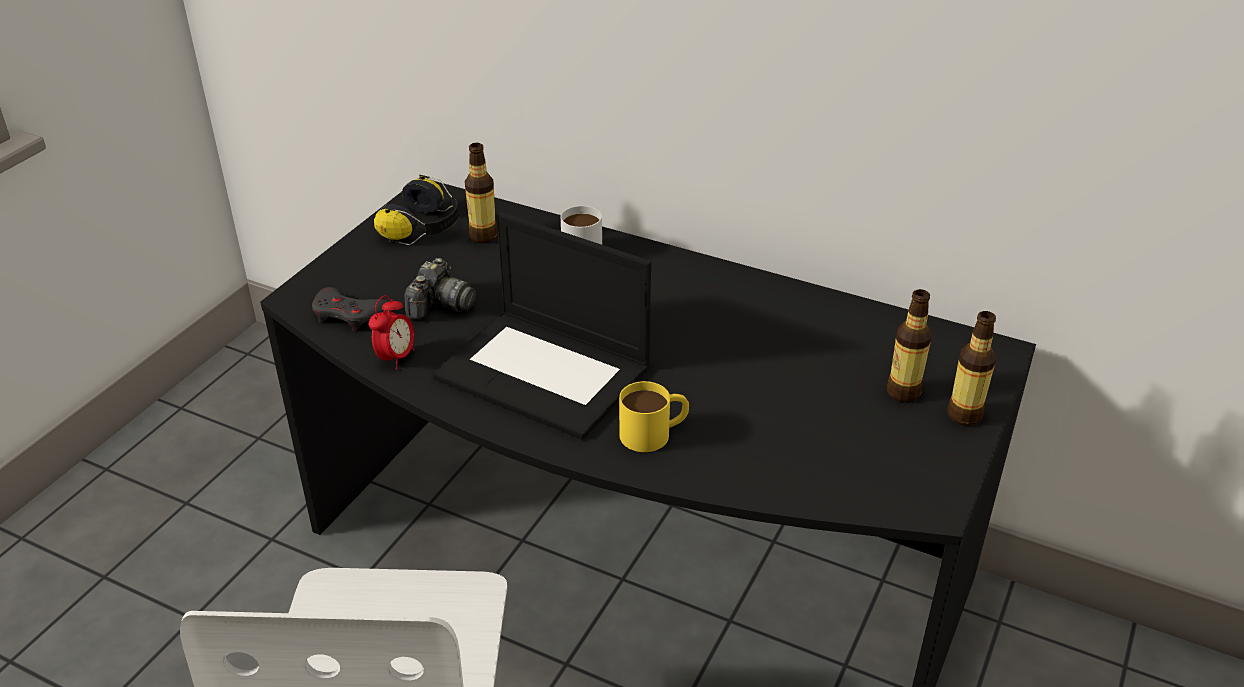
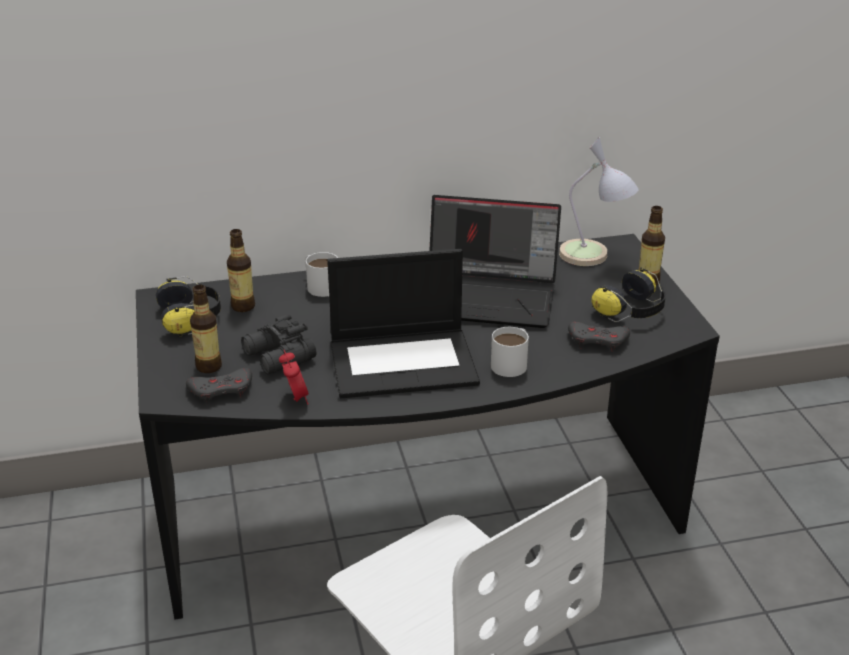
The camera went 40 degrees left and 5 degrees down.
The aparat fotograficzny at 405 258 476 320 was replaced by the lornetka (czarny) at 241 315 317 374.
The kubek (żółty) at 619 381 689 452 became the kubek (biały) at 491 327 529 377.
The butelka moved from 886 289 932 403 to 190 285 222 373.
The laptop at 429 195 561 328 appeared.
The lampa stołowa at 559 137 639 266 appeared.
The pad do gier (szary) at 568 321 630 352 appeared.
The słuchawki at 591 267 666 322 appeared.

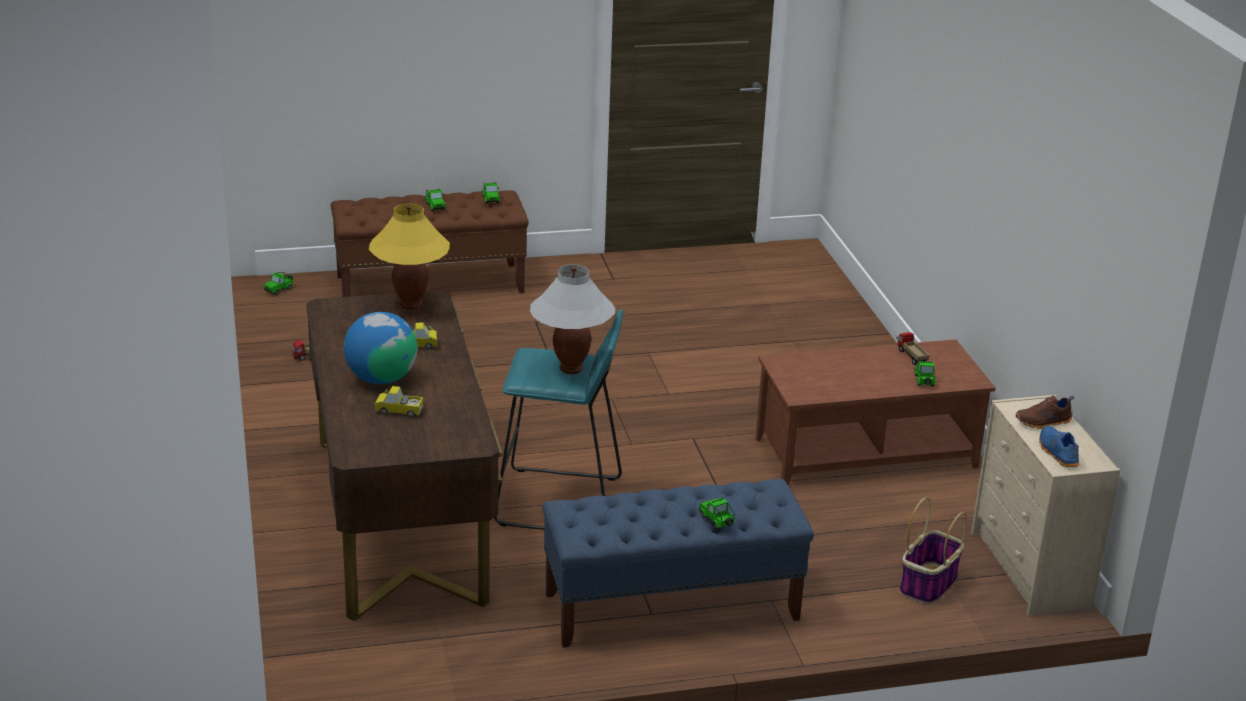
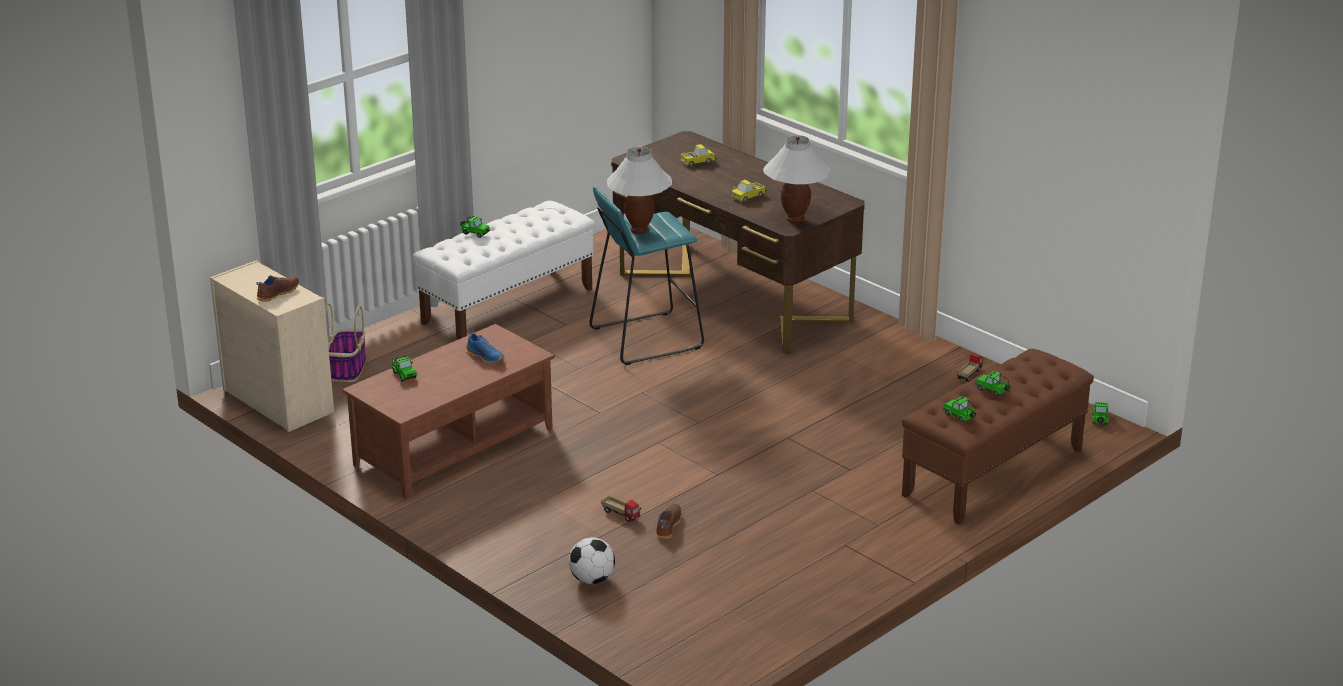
The camera went 150 degrees right and 0 degrees up.
The globus at 344 312 417 384 disappeared.
The lampa stołowa (żółty) at 368 204 450 310 became the lampa stołowa (biały) at 763 135 830 223.
The ławka (niebieski) at 542 479 814 648 became the ławka (biały) at 413 201 595 340.
The ciężarówka zabawkowa moved from 896 332 929 365 to 601 496 641 522.
The but (niebieski) moved from 1039 426 1080 467 to 466 331 504 364.
The piłka futbolowa at 569 538 615 584 appeared.
The but (brązowy) at 656 504 681 539 appeared.

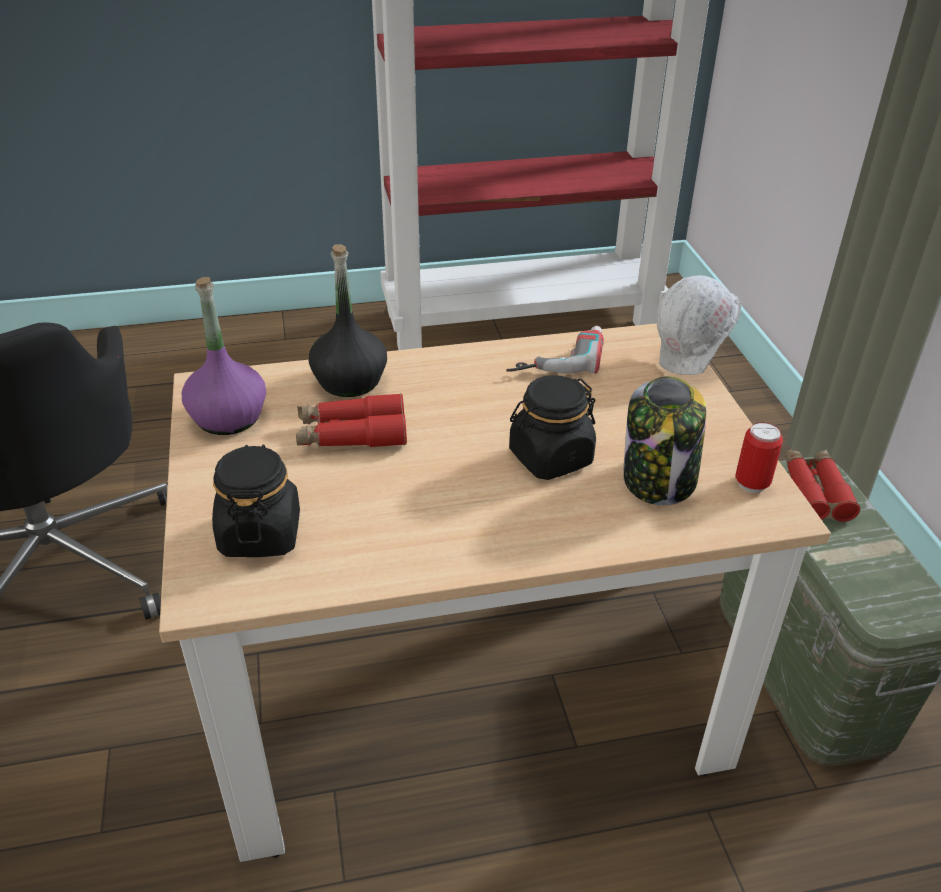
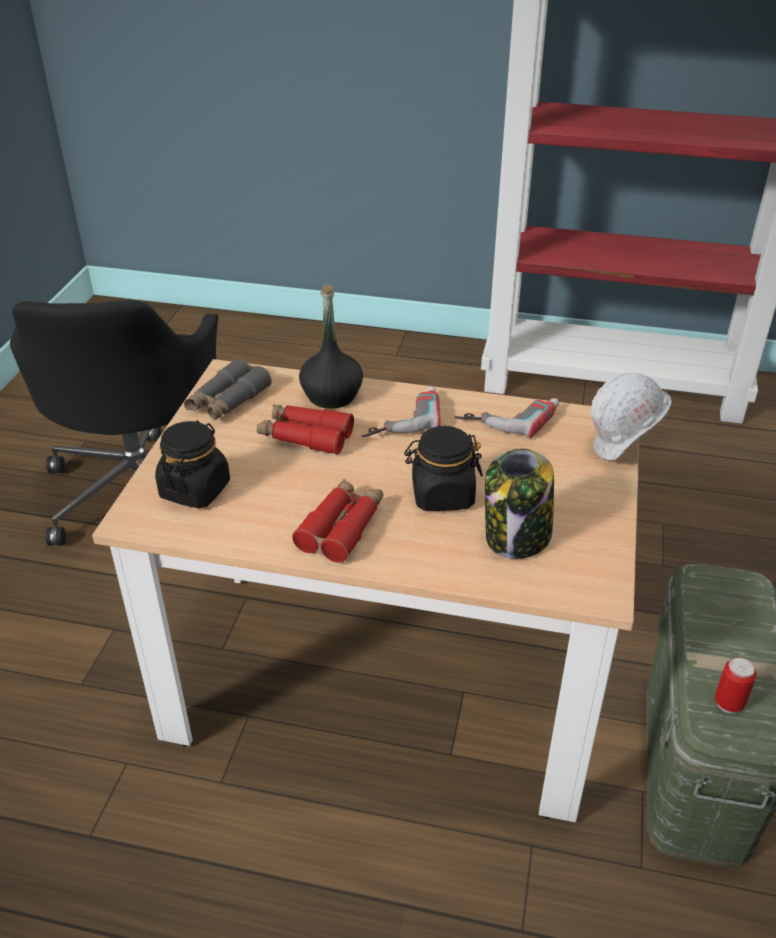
The camera went 25 degrees right and 0 degrees up.
The butelka (fioletowy) at 182 277 266 435 was replaced by the lornetka (szary) at 184 358 272 421.
The puszka moved from 735 422 783 493 to 715 657 757 713.
The lornetka (czerwony) moved from 785 449 860 522 to 292 479 384 563.
The wiertarka at 361 386 441 437 appeared.

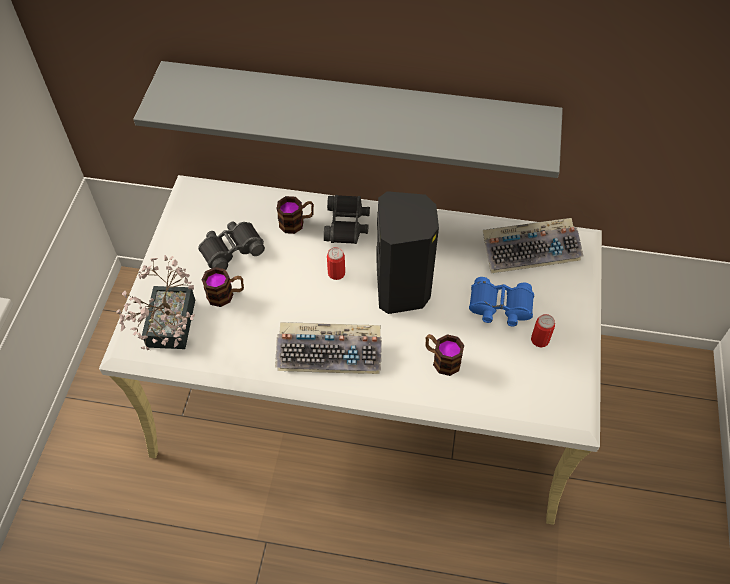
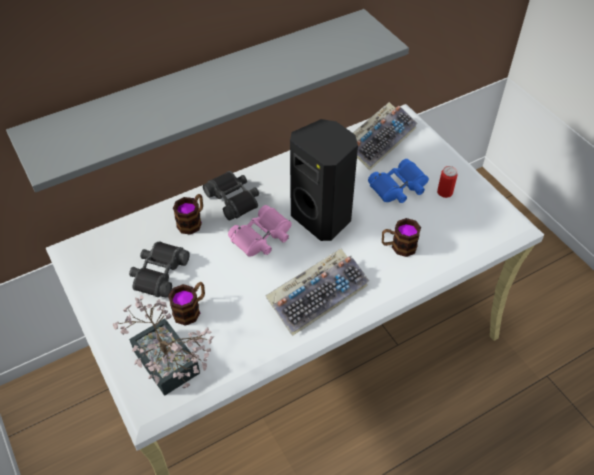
The camera went 40 degrees left and 5 degrees down.
The puszka at 327 247 345 280 was replaced by the lornetka (różowy) at 228 205 291 257.

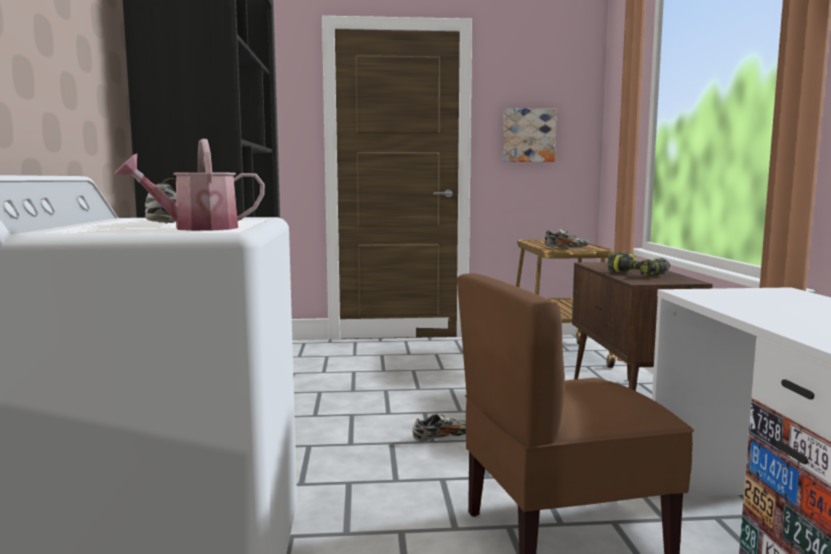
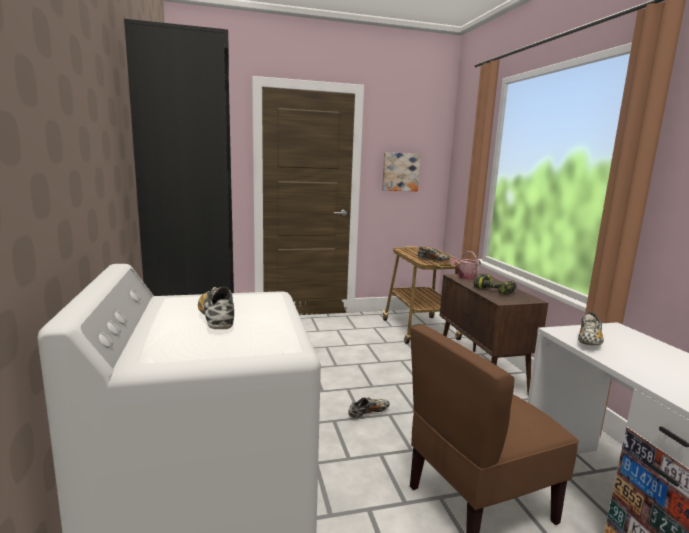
The camera went 10 degrees left and 5 degrees up.
The konewka moved from 114 139 265 231 to 450 251 481 280.
The but at 578 312 604 345 appeared.

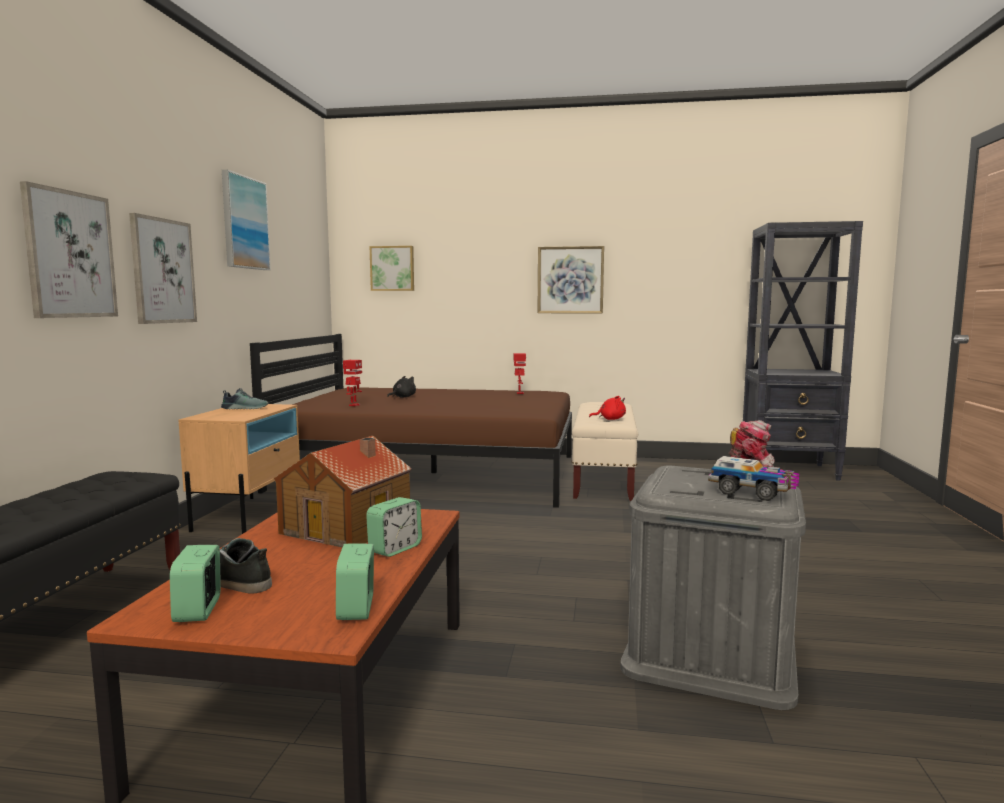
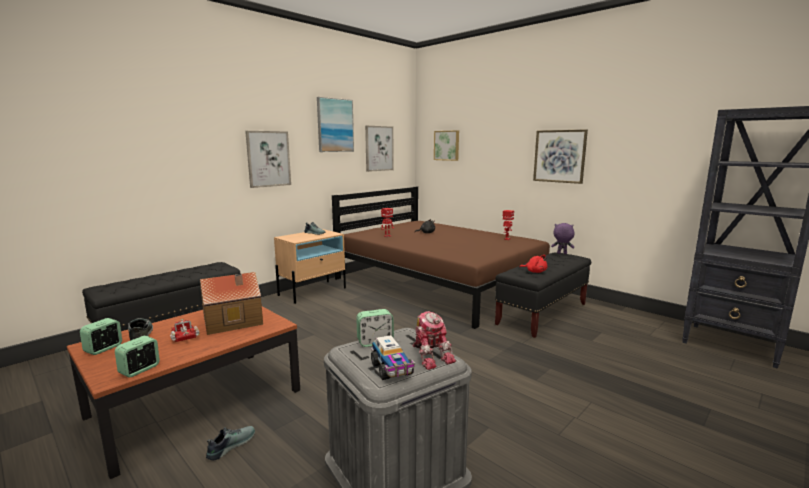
The camera went 35 degrees right and 5 degrees up.
The obraz moved from 20 181 118 318 to 365 126 394 172.
The budzik moved from 366 497 422 557 to 356 309 394 347.
The ławka (beżowy) at 572 402 638 501 became the ławka (czarny) at 495 252 591 338.
The ciężarówka zabawkowa at 170 319 200 342 appeared.
The but at 206 426 255 460 appeared.
The pluszak (fioletowy) at 551 223 575 254 appeared.

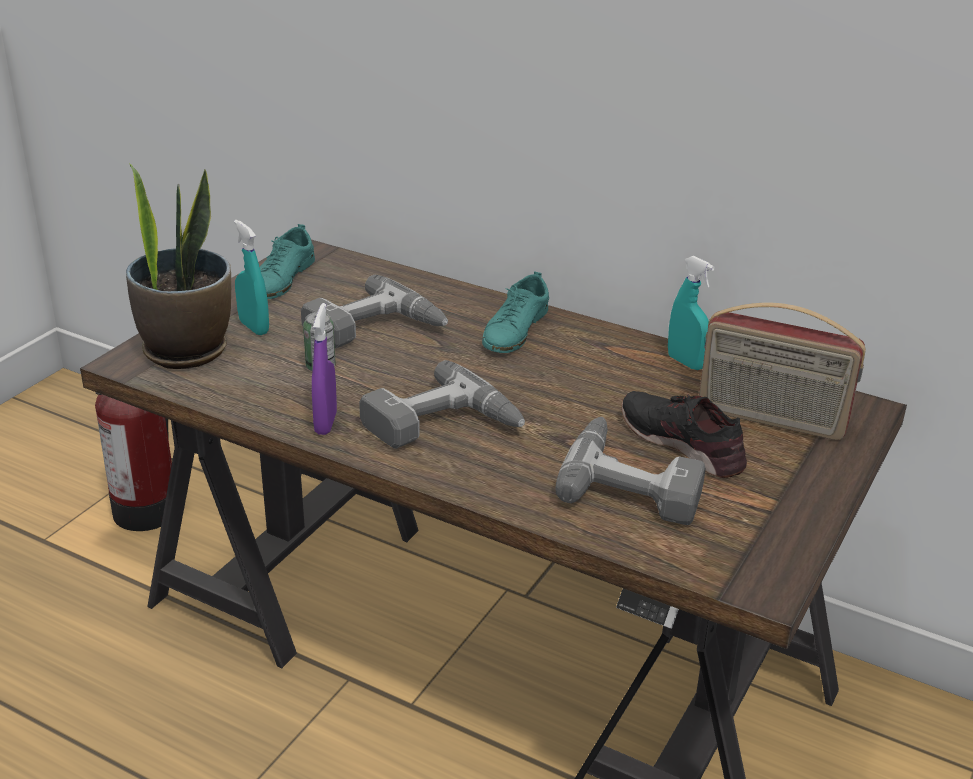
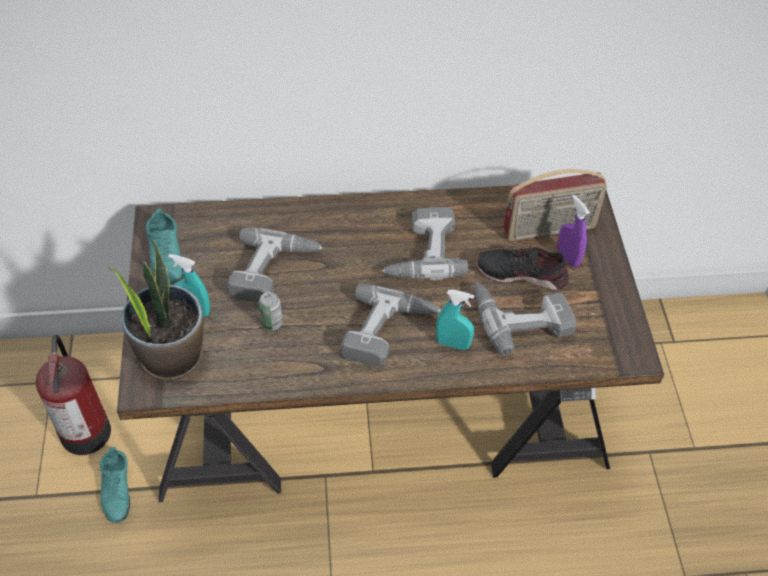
The camera went 35 degrees left and 20 degrees up.
The spryskiwacz (fioletowy) moved from 312 303 337 435 to 557 195 590 267.
The but (turkusowy) moved from 482 271 549 353 to 98 447 130 523.
The spryskiwacz (turkusowy) moved from 668 256 715 370 to 436 289 475 350.
The wiertarka at 382 207 468 280 appeared.

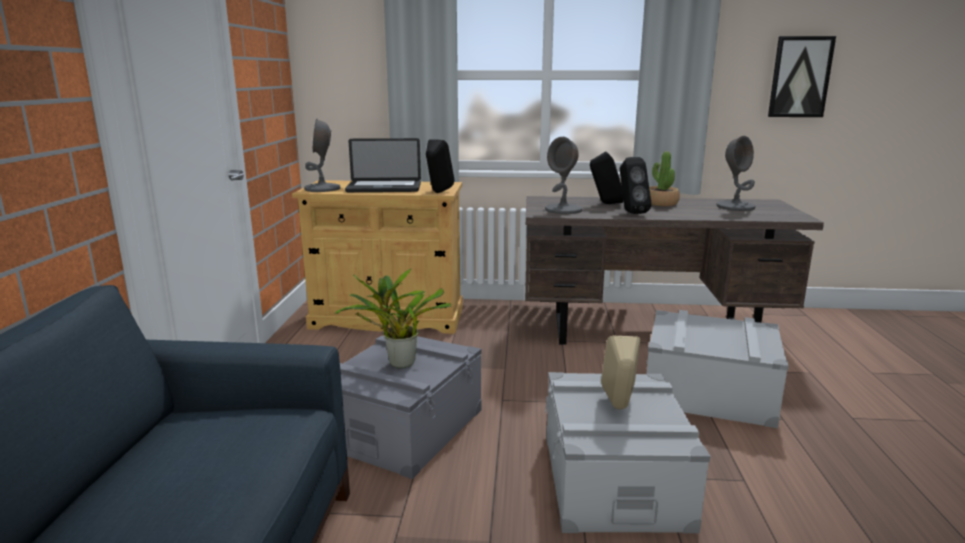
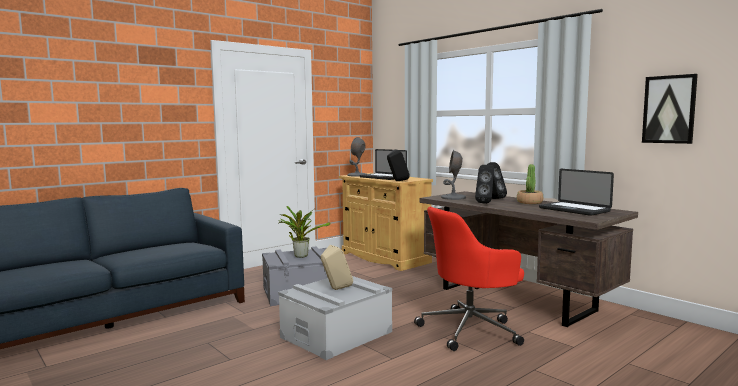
The camera went 45 degrees right and 10 degrees down.
The pojemnik do przechowywania (szary) at 646 310 789 428 was replaced by the krzesło biurowe (czerwony) at 414 207 524 351.
The lampa stołowa (szary) at 717 136 756 211 was replaced by the laptop at 539 169 614 216.

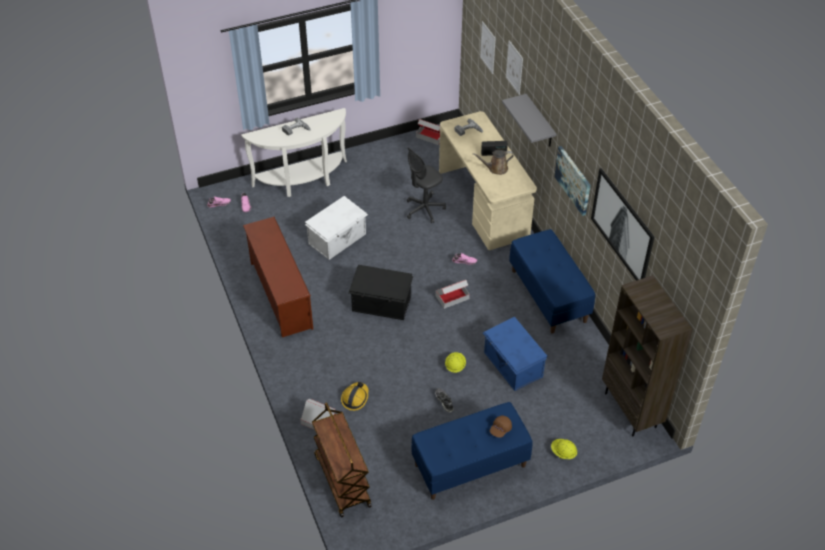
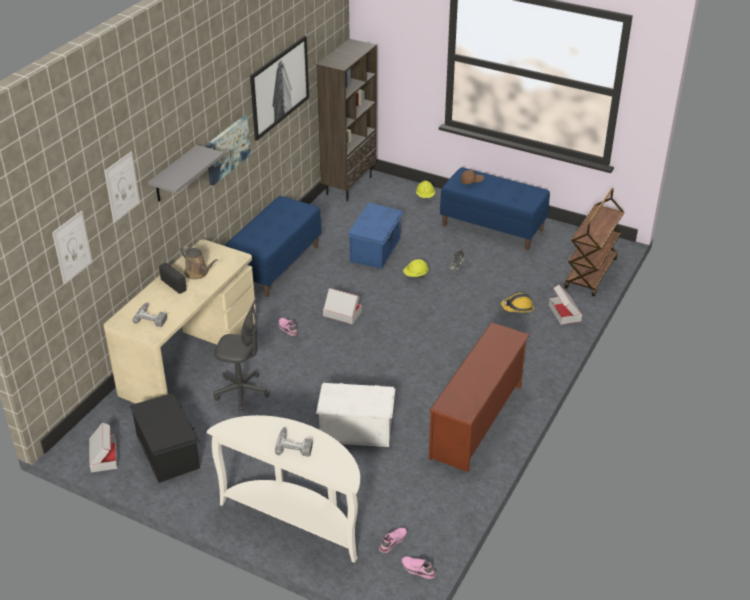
The camera went 130 degrees left and 10 degrees down.
The pojemnik do przechowywania (czarny) moved from 349 265 413 320 to 130 393 200 483.

